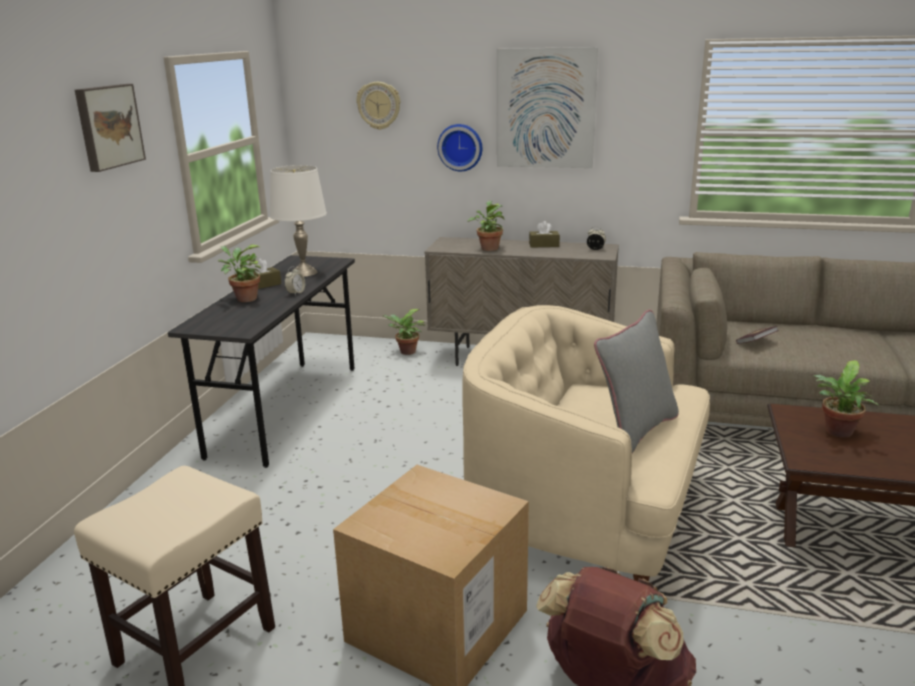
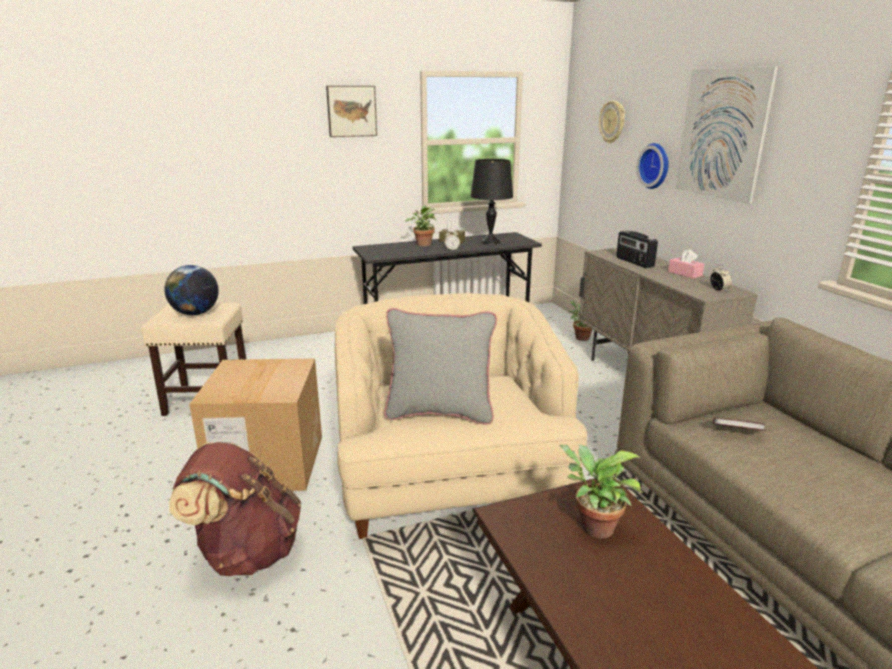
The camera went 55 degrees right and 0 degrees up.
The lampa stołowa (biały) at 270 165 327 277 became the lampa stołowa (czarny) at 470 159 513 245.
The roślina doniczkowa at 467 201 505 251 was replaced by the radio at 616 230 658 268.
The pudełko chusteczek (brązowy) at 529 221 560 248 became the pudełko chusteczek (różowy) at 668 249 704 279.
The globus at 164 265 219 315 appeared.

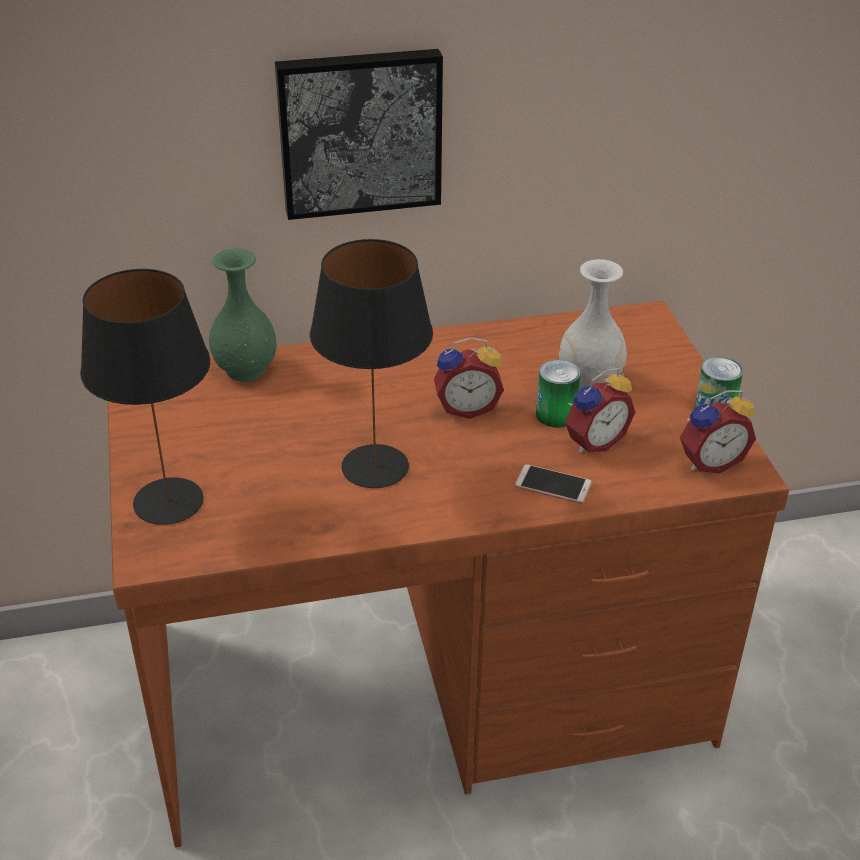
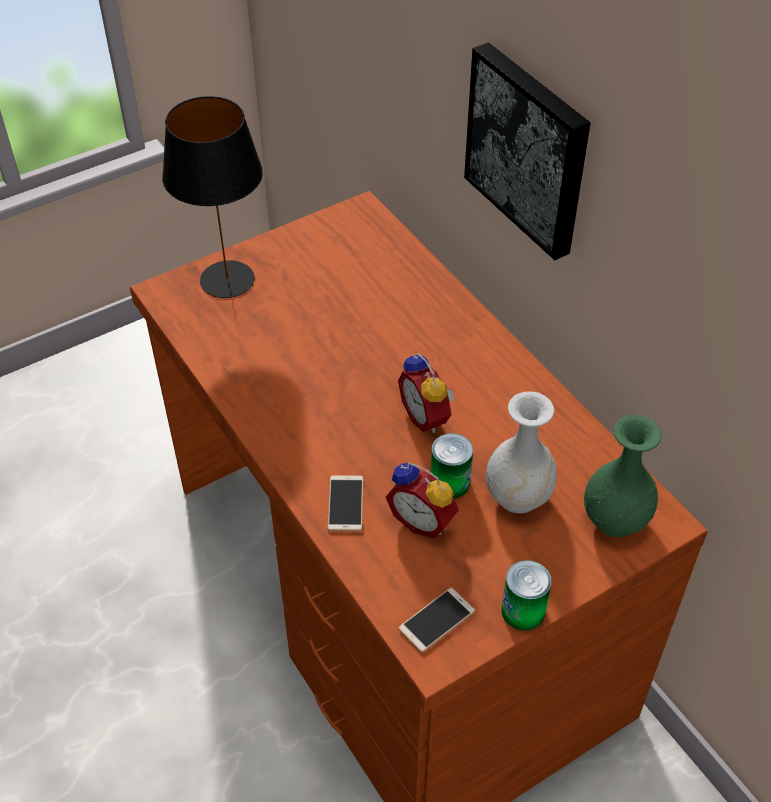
The camera went 70 degrees right and 10 degrees up.
The wazon (zielony) moved from 209 248 277 382 to 584 415 661 537.
The lampa stołowa (czarny) at 310 239 433 488 disappeared.
The budzik at 680 390 756 474 was replaced by the telefon at 398 587 475 653.

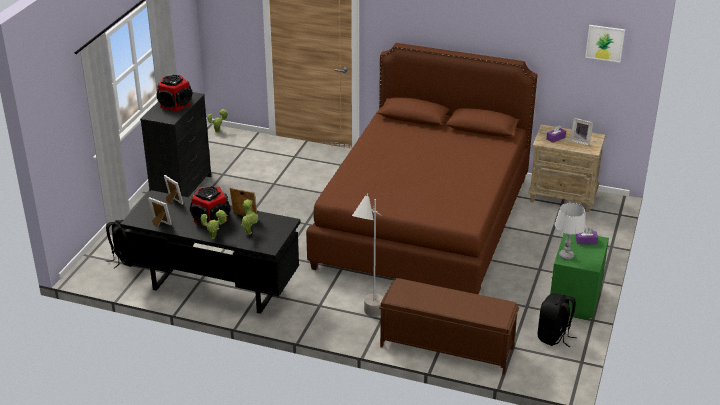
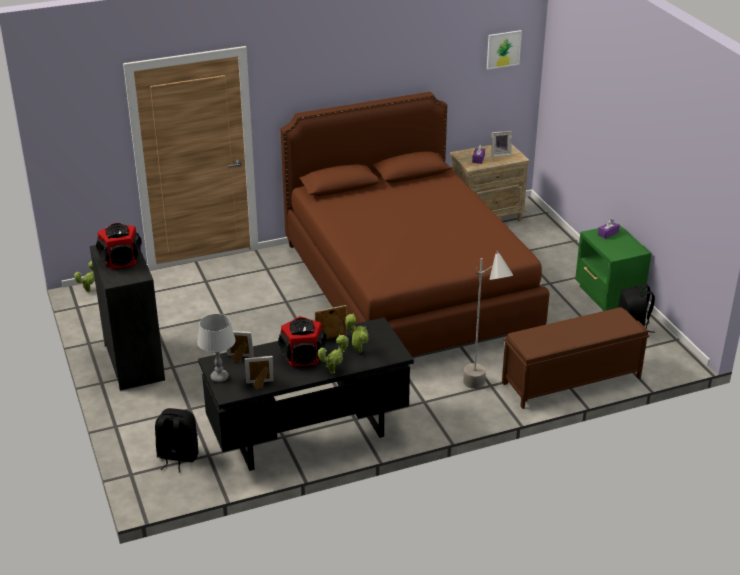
The camera went 40 degrees left and 0 degrees up.
The lampa stołowa (szary) moved from 555 203 586 260 to 198 314 235 382.

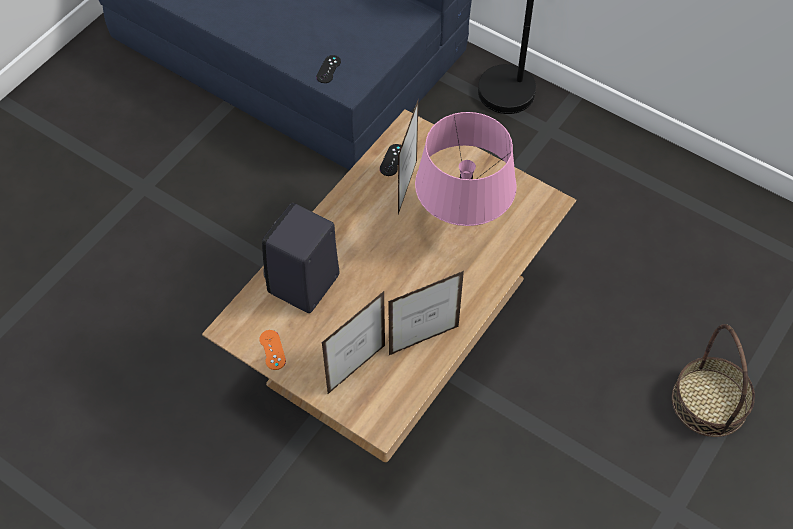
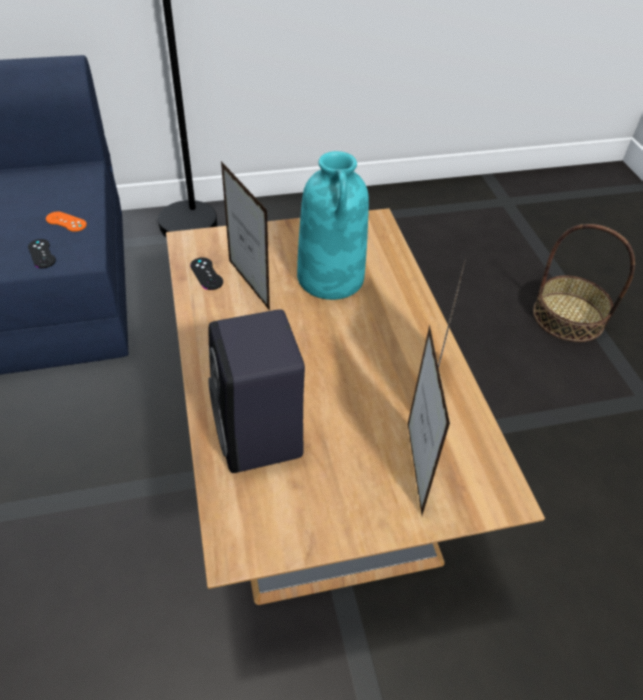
The camera went 50 degrees left and 10 degrees down.
The pad do gier (pomarańczowy) moved from 259 330 286 370 to 46 212 87 232.
The lampa stołowa (różowy) at 415 112 517 226 was replaced by the wazon (turkusowy) at 297 151 369 300.

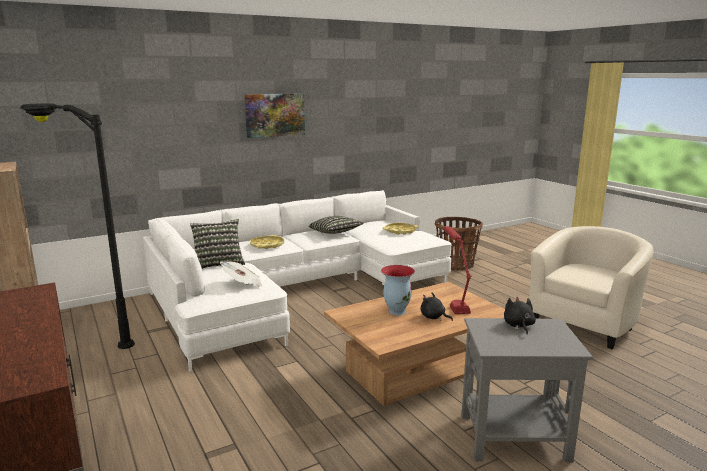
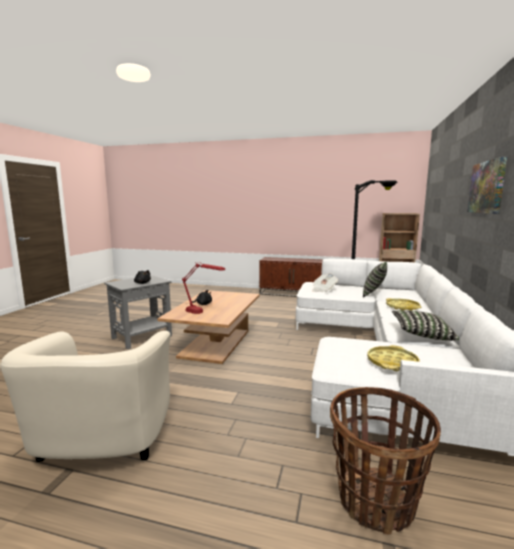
The camera went 135 degrees right and 5 degrees down.
The wazon at 381 265 415 315 disappeared.

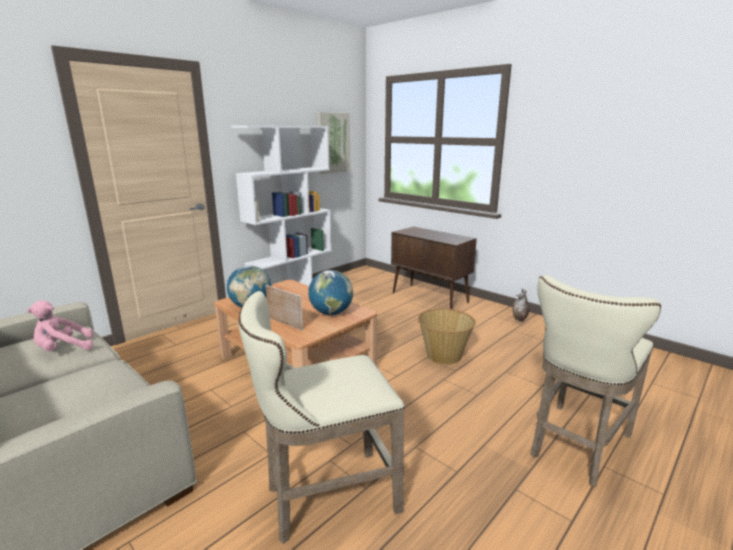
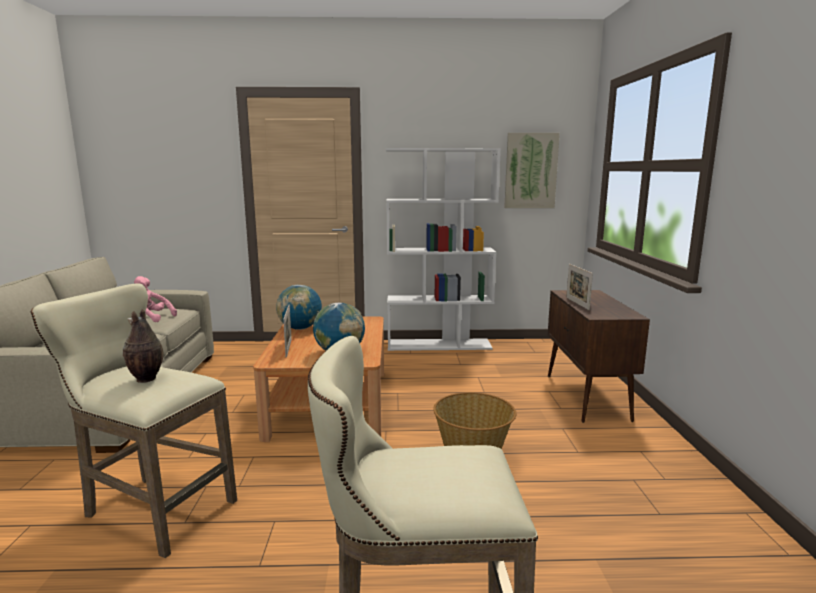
The camera went 45 degrees right and 5 degrees down.
The wazon moved from 513 289 530 322 to 122 308 163 383.
The ramka na zdjęcie at 566 264 593 310 appeared.

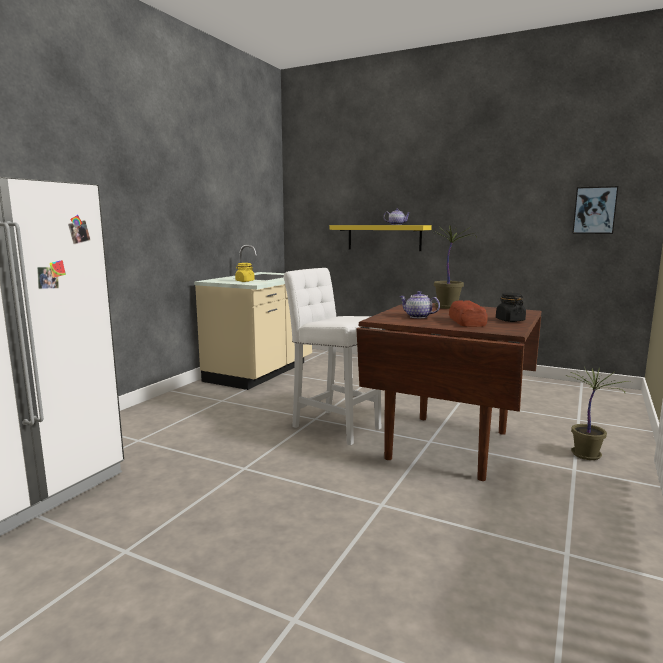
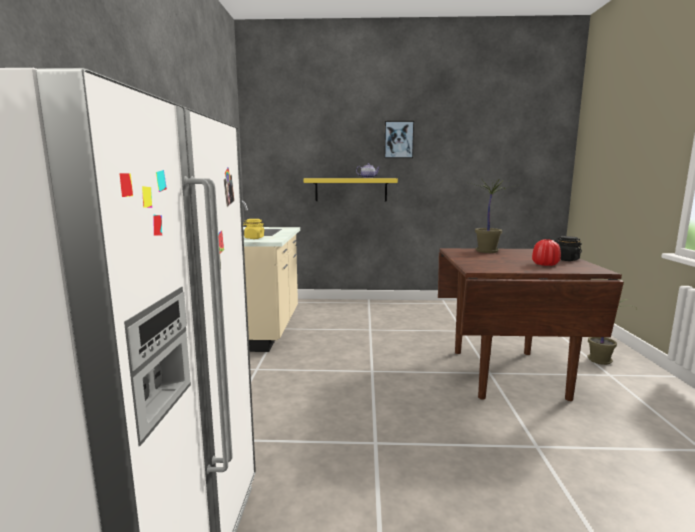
The camera went 25 degrees left and 0 degrees up.
The stołek (biały) at 284 268 381 445 disappeared.
The imbryk at 399 291 440 318 disappeared.
The chleb at 449 300 488 327 was replaced by the wazon (czerwony) at 532 239 561 266.
The obraz moved from 572 186 618 234 to 384 121 414 158.

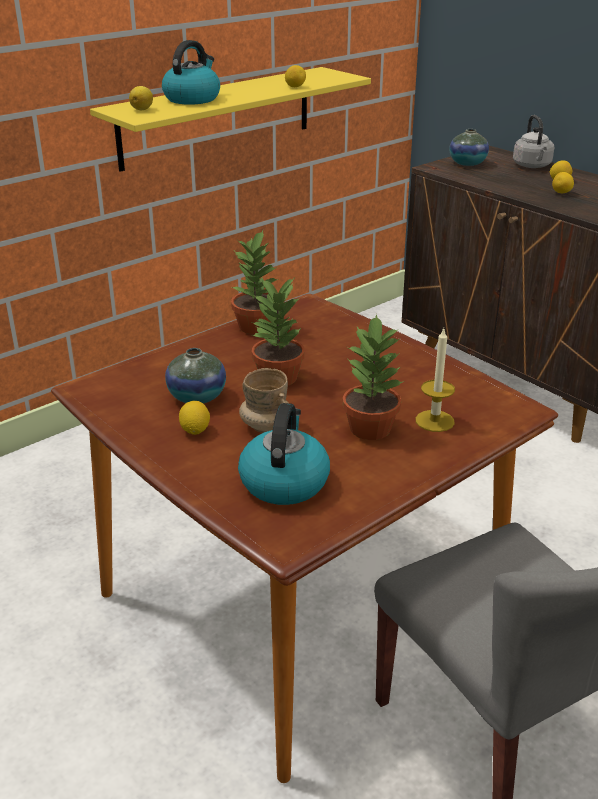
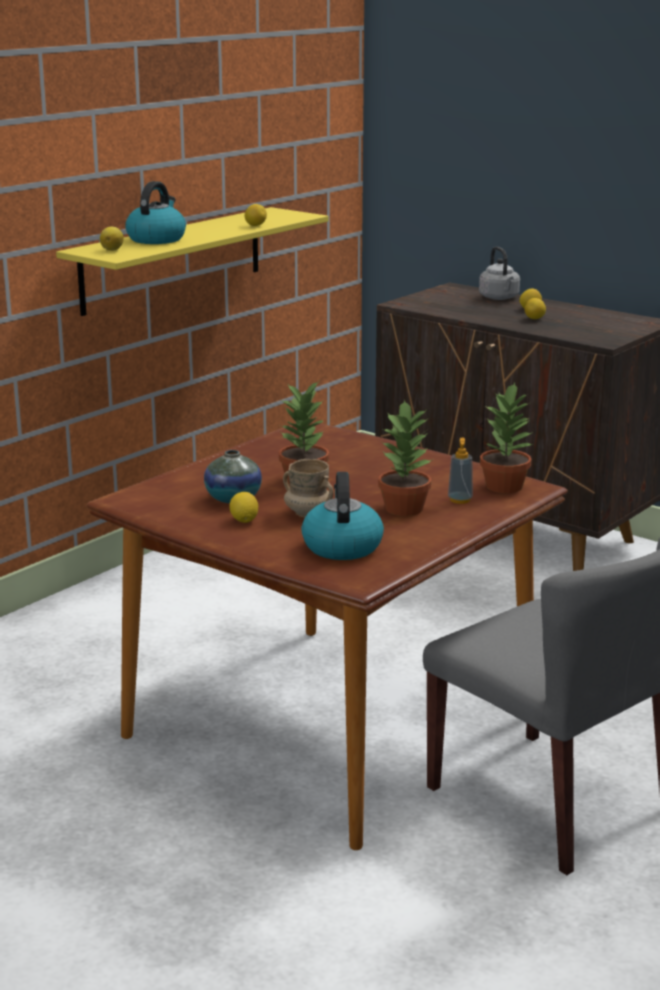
The camera went 10 degrees left and 10 degrees down.
The roślina doniczkowa moved from 231 231 278 334 to 480 383 533 493.
The świeca at 415 329 455 432 was replaced by the dozownik mydła at 448 437 473 504.
The wazon at 449 129 489 166 disappeared.

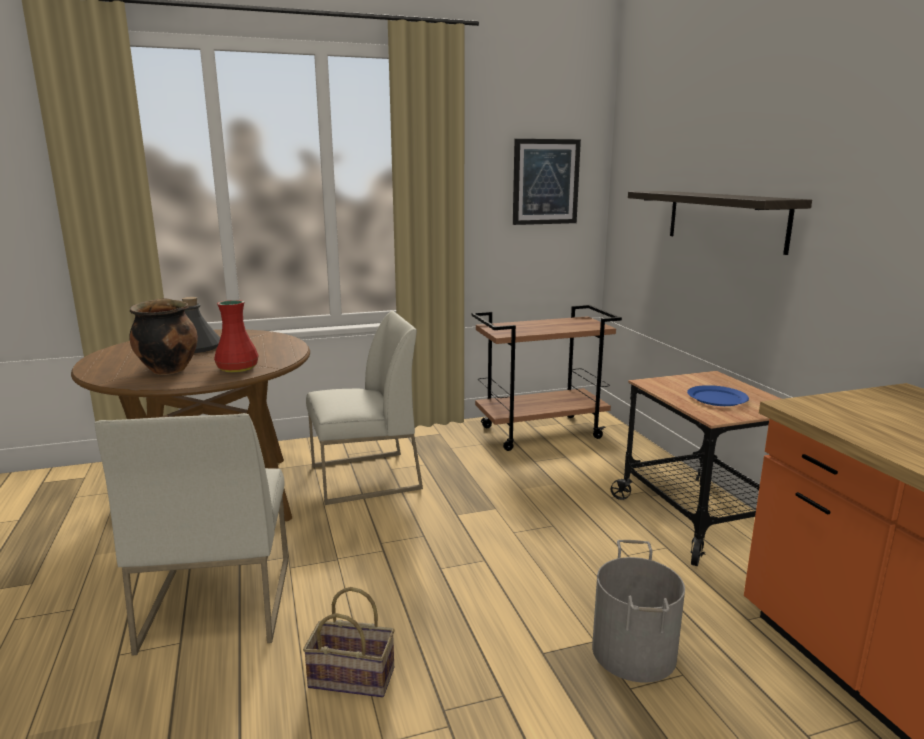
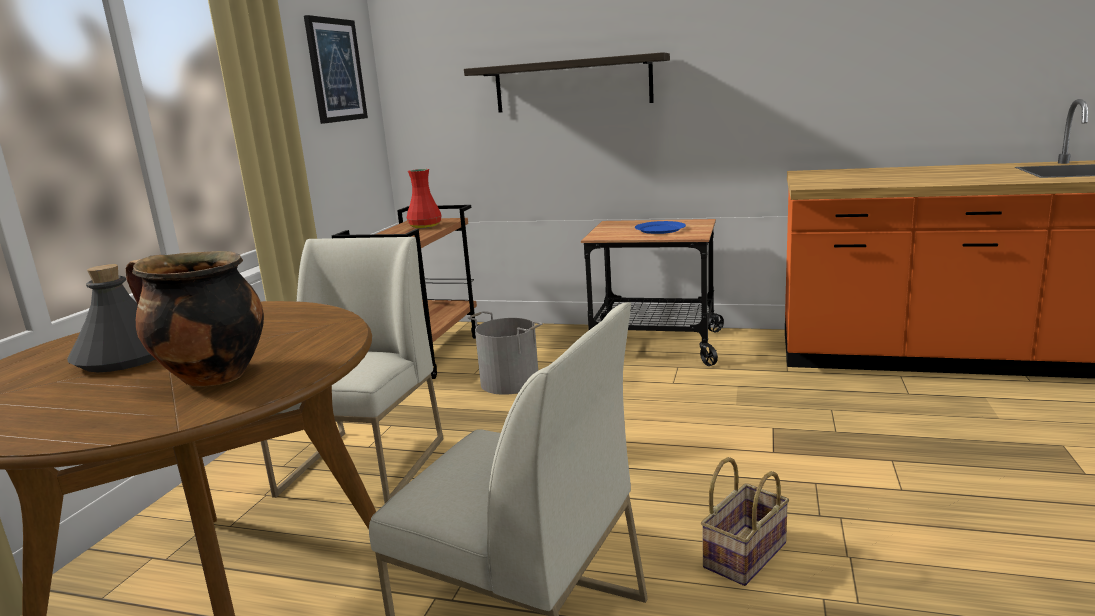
The camera went 55 degrees left and 0 degrees up.
The wazon (czerwony) moved from 214 300 259 372 to 407 169 442 228.
The wiadro (szary) moved from 592 540 685 683 to 468 311 543 395.

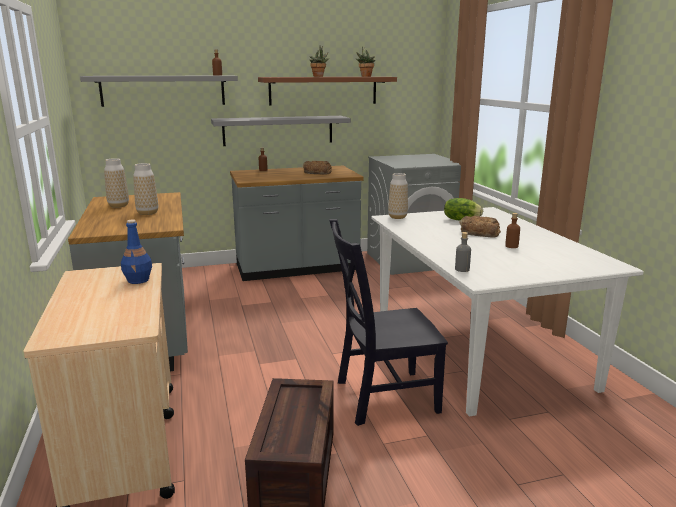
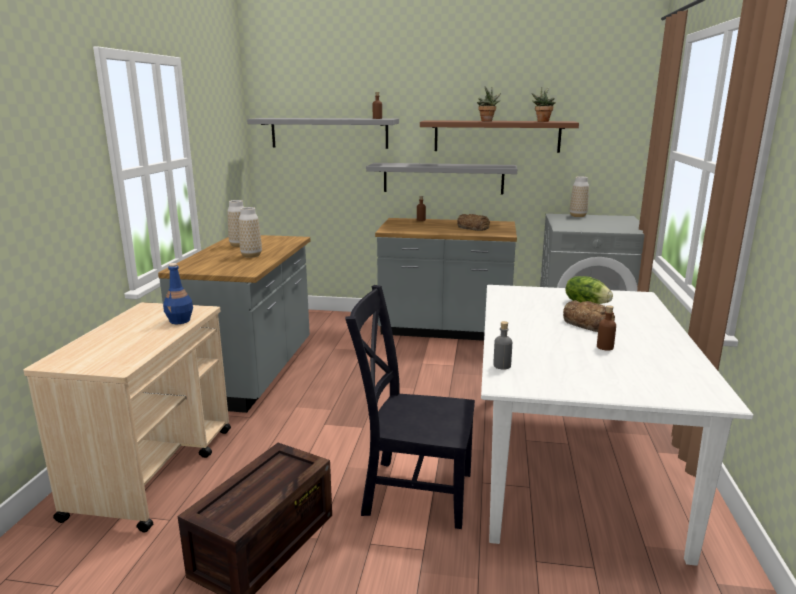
The camera went 25 degrees right and 0 degrees up.
The wazon moved from 388 173 408 219 to 570 176 589 217.

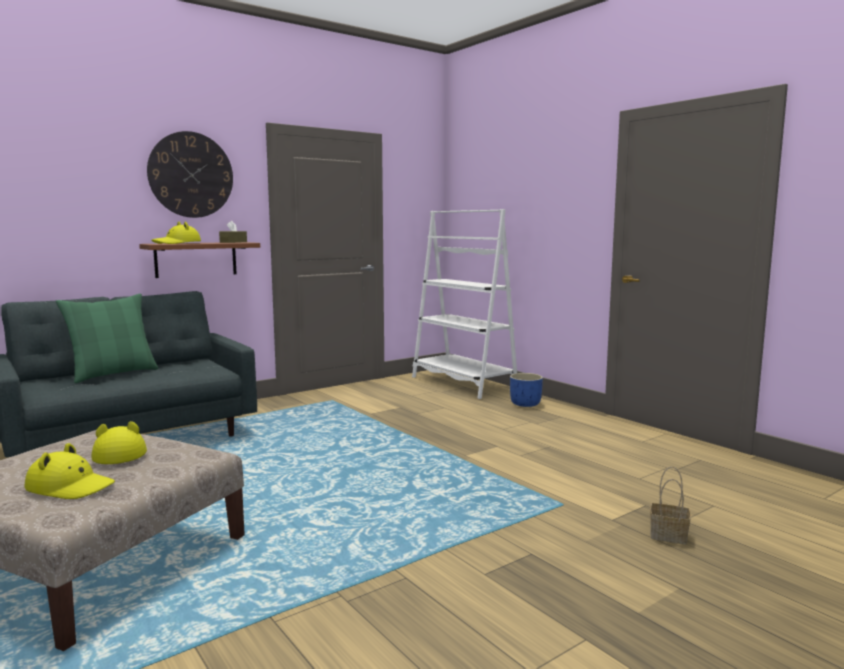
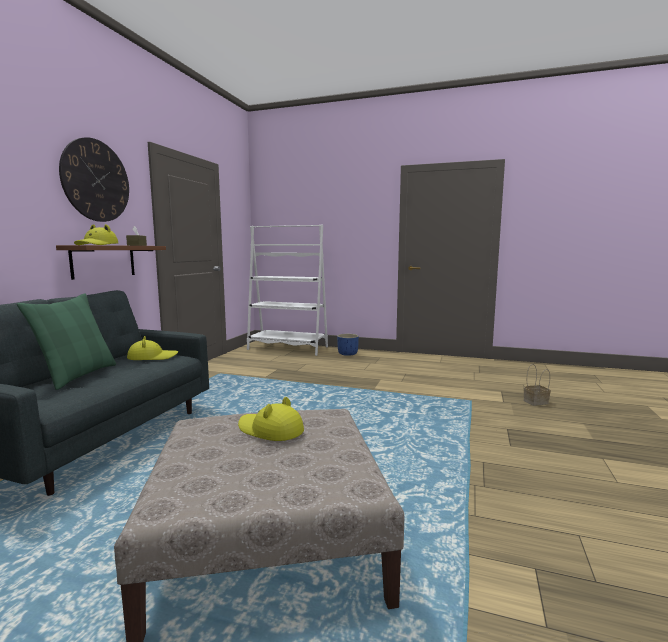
The camera went 35 degrees left and 0 degrees up.
The kapelusz (żółty) moved from 24 443 115 499 to 127 336 178 360.

